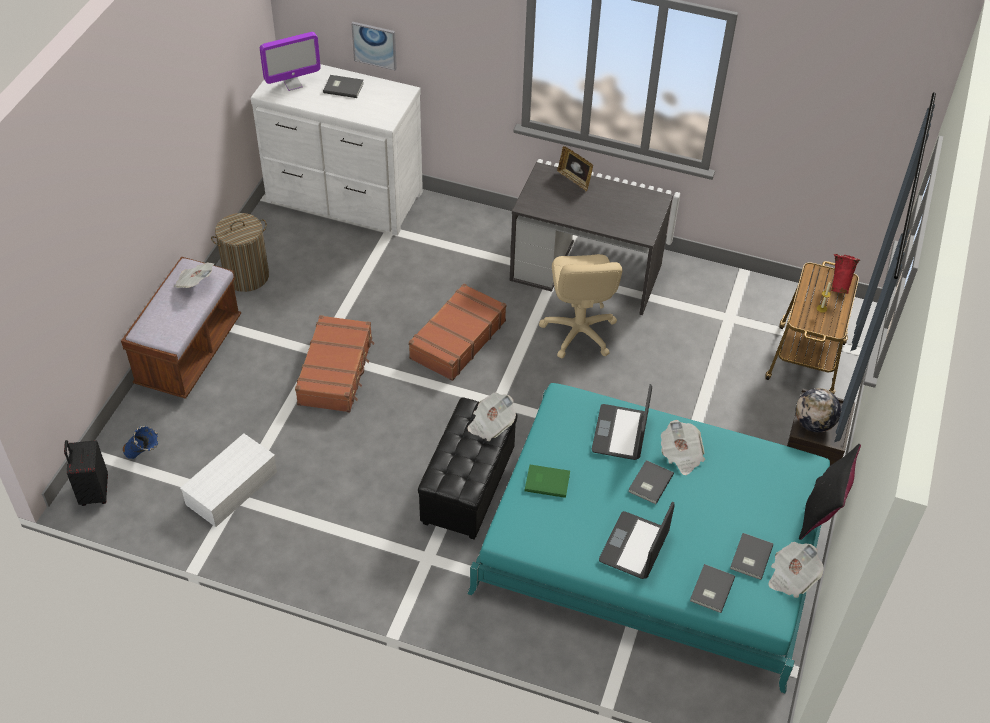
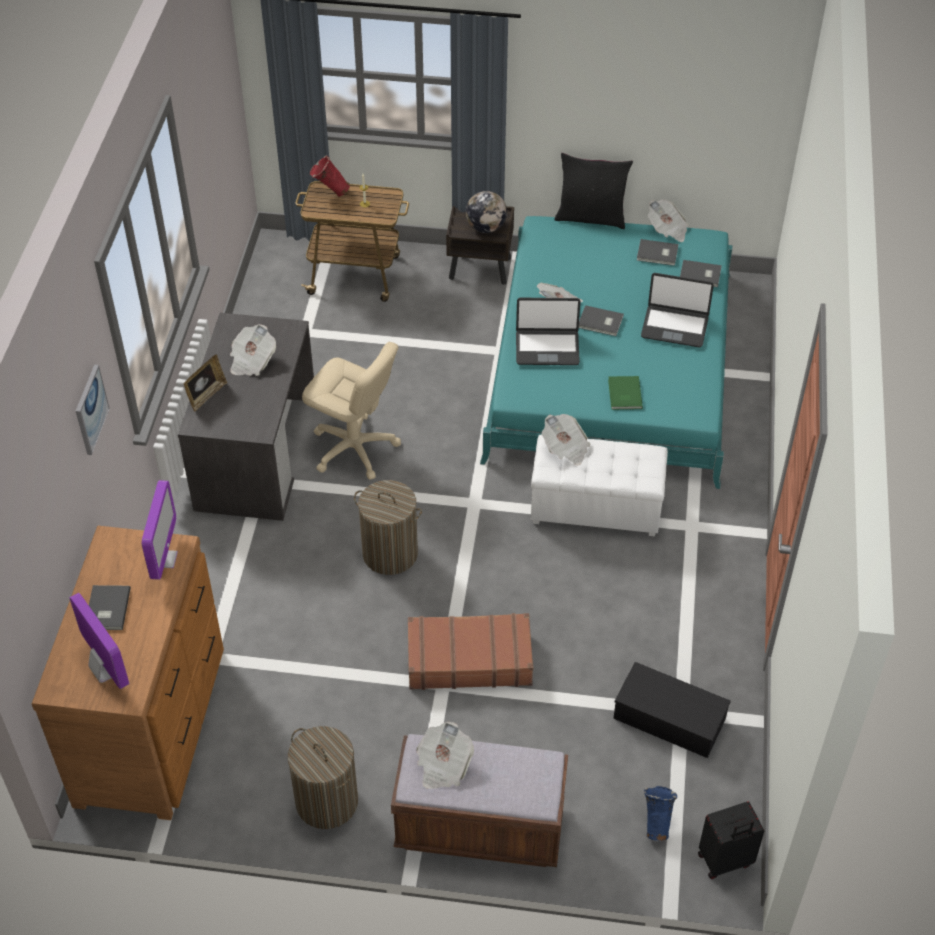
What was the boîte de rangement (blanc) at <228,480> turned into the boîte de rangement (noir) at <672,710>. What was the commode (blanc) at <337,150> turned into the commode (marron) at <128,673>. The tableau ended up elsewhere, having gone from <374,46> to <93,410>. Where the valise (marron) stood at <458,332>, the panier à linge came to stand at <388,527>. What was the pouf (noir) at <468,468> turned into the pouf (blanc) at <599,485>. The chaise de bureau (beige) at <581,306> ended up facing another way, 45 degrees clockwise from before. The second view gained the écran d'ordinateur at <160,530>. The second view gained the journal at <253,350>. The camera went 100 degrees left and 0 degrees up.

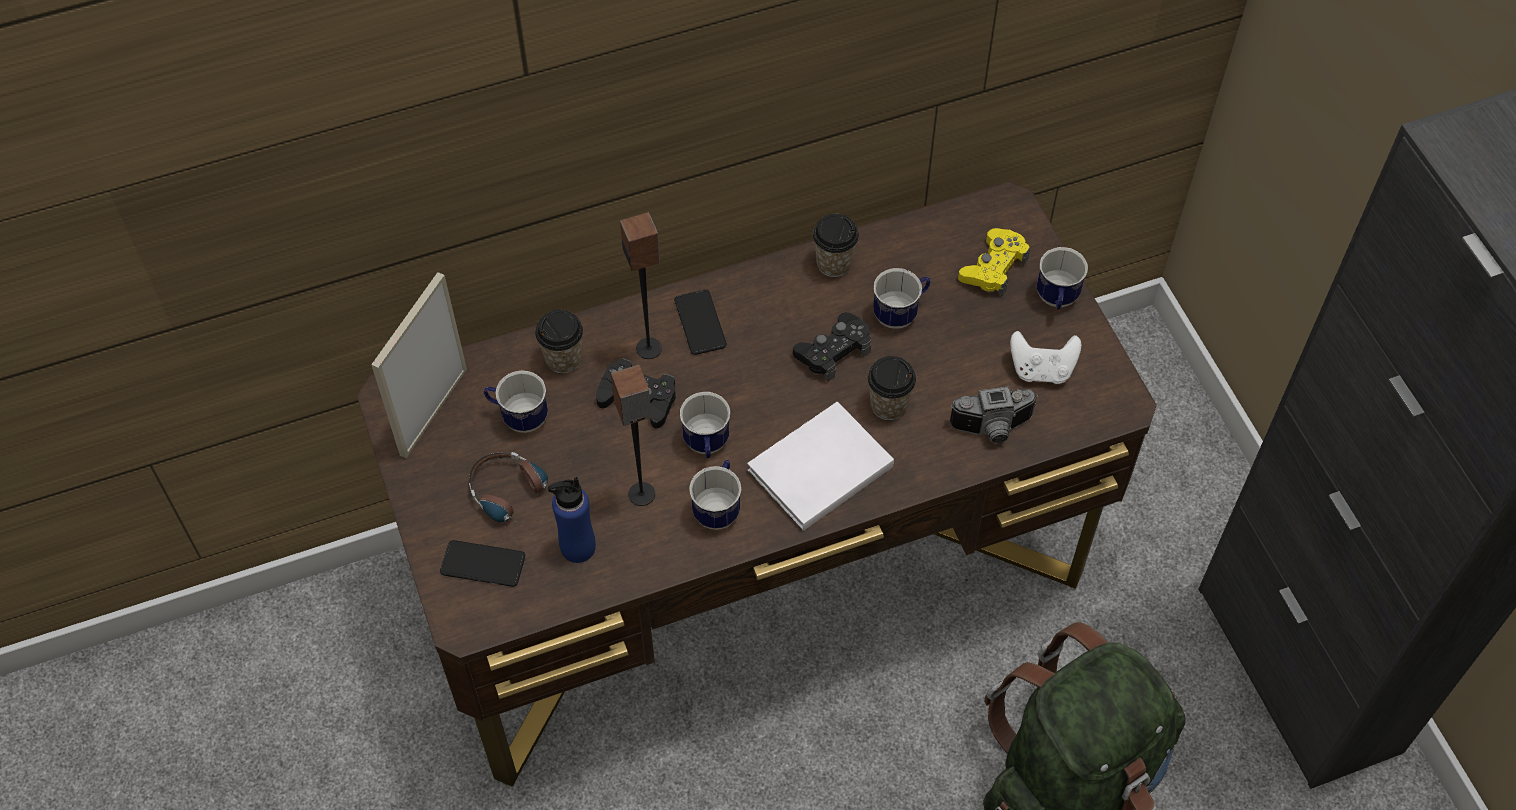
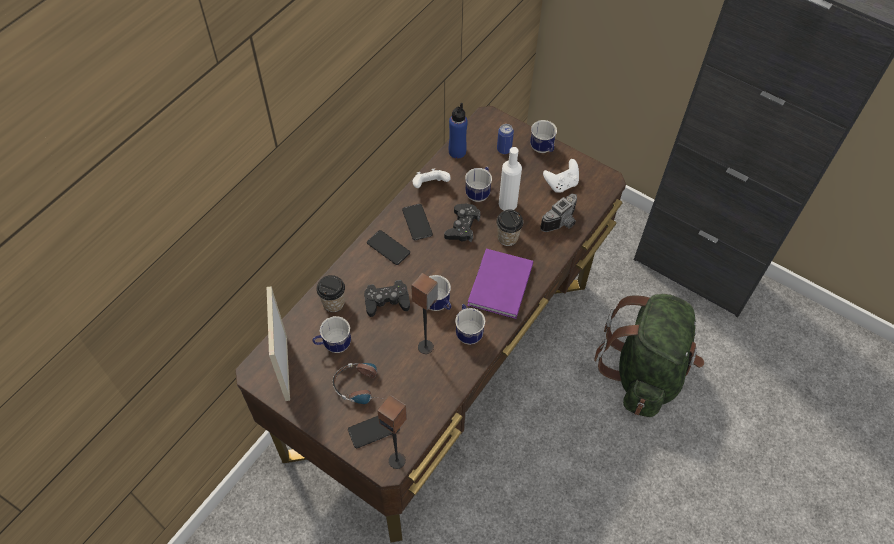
The bouteille (bleu) ended up elsewhere, having gone from <572,520> to <458,131>. The enceinte ended up elsewhere, having gone from <641,285> to <392,432>. What was the livre (blanc) at <820,466> turned into the livre (violet) at <500,284>. Where the tasse stood at <836,245>, the manette (blanc) came to stand at <432,178>. Where the manette (jaune) stood at <994,262>, the boîte métallique came to stand at <505,139>. The second view gained the téléphone at <417,222>. The second view gained the bouteille (blanc) at <510,179>. The camera went 35 degrees left and 0 degrees up.

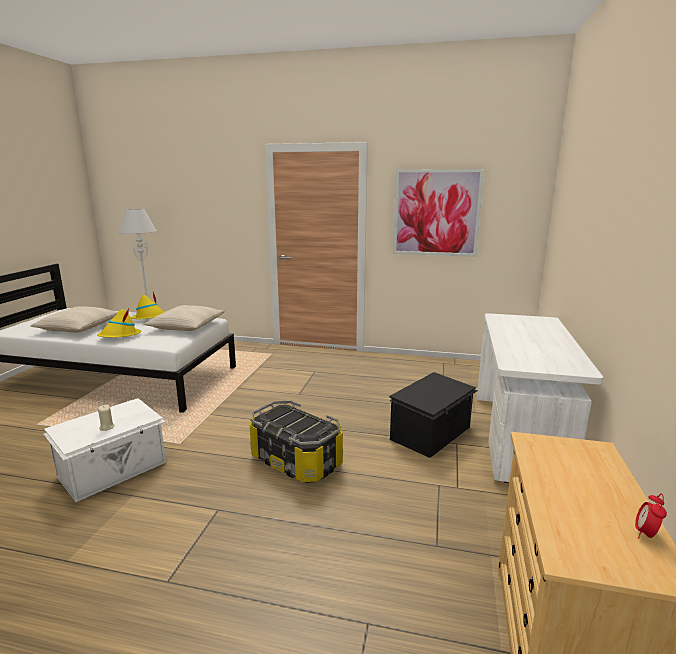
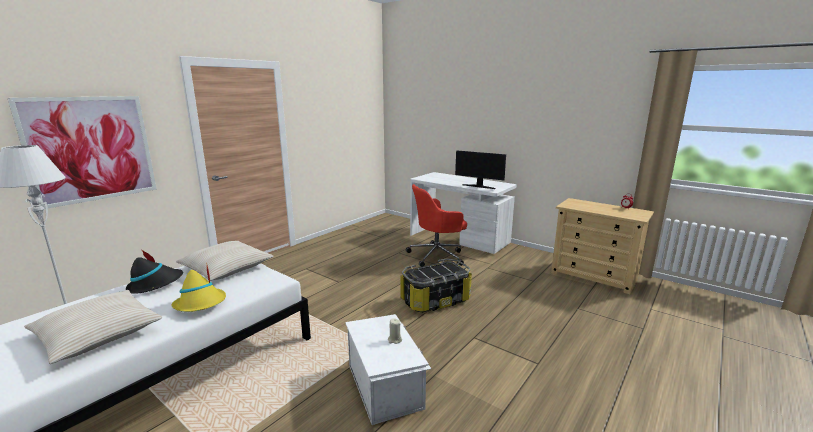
What was the chapeau (jaune) at <148,305> turned into the chapeau (noir) at <154,271>. Where the boîte de rangement (noir) stood at <433,415>, the chaise de bureau (rouge) came to stand at <436,225>. The tableau ended up elsewhere, having gone from <438,213> to <82,152>. The second view gained the écran d'ordinateur at <480,170>. The camera went 65 degrees left and 0 degrees up.

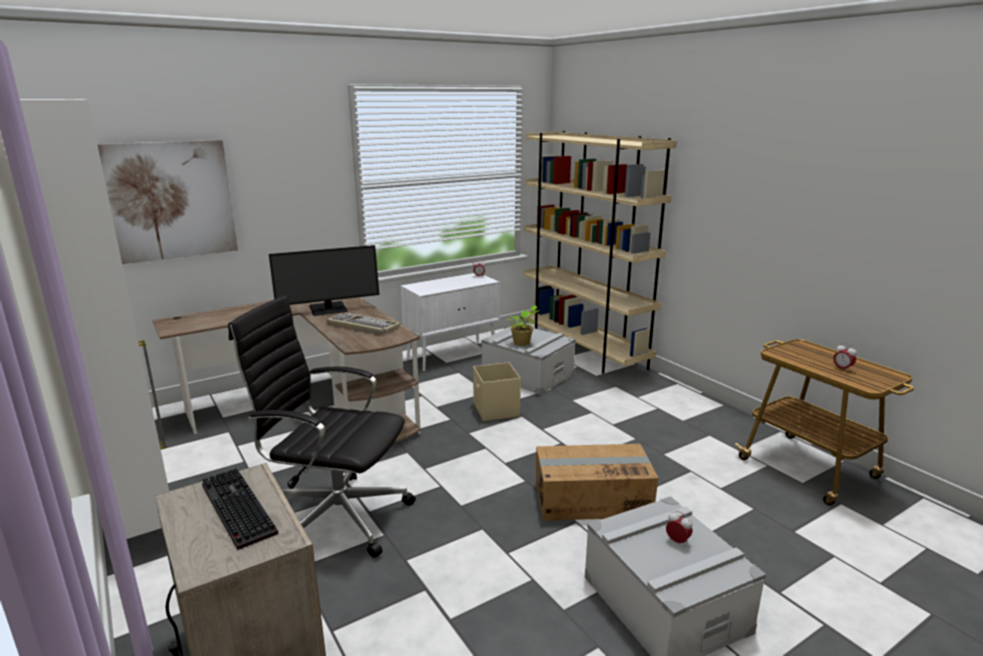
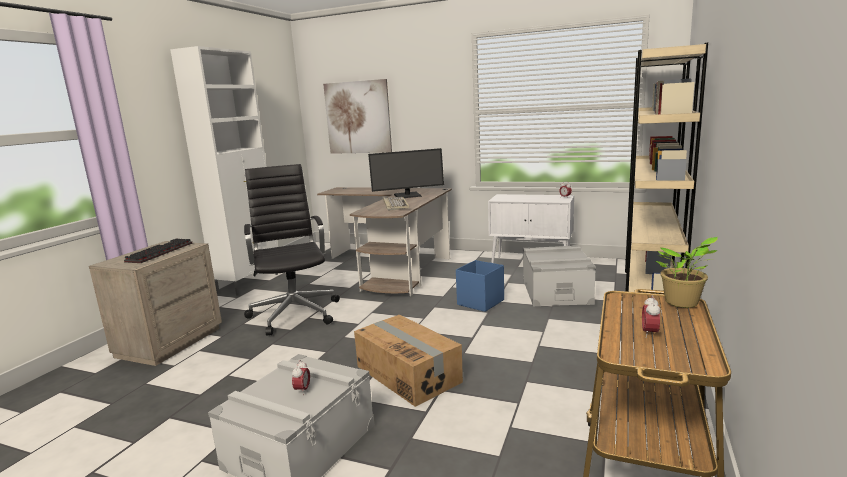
The écran d'ordinateur at <324,280> ended up facing another way, 45 degrees counterclockwise from before. What was the boîte de rangement (beige) at <497,391> turned into the boîte de rangement (bleu) at <480,286>. The plante en pot ended up elsewhere, having gone from <523,325> to <686,272>. The camera went 55 degrees right and 5 degrees down.

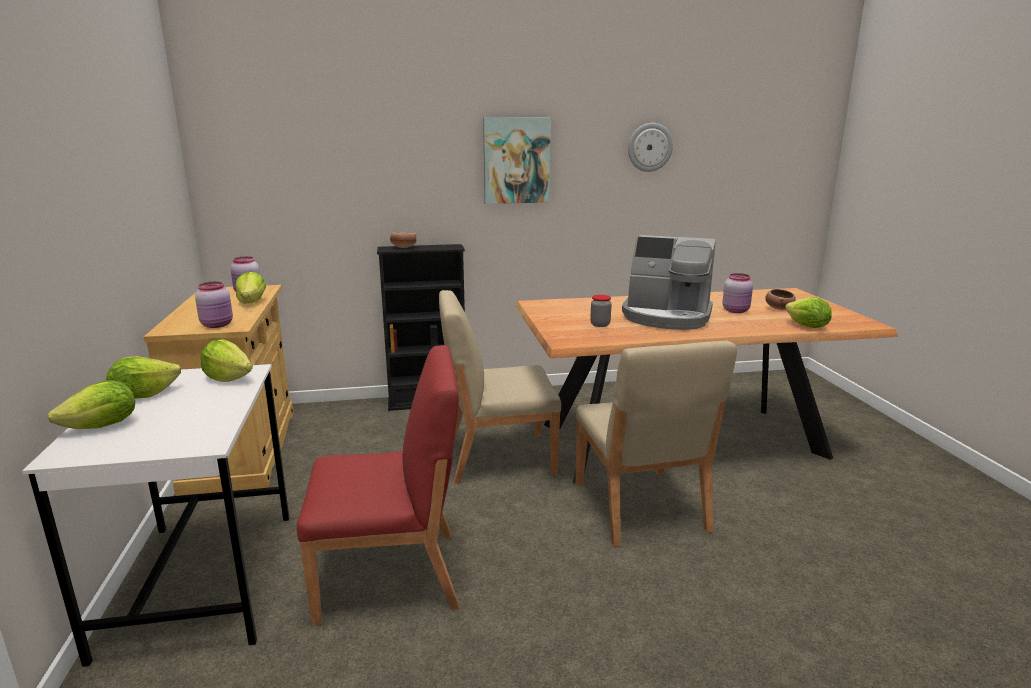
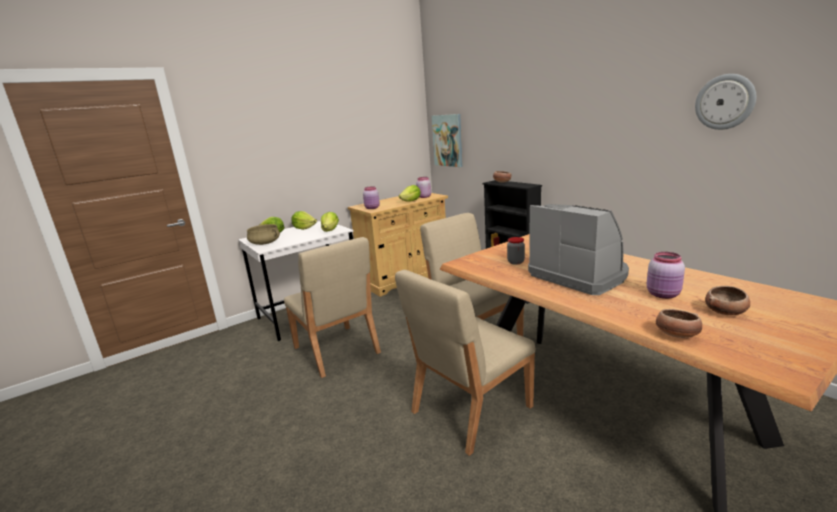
What was the chaise (rouge) at <378,485> turned into the chaise (beige) at <332,307>. The tableau ended up elsewhere, having gone from <517,160> to <447,140>. The machine à café at <669,282> ended up facing another way, 150 degrees clockwise from before. Where the laitue stood at <808,312>, the bol came to stand at <679,323>. The second view gained the marmite (beige) at <263,234>. The camera went 65 degrees right and 0 degrees up.

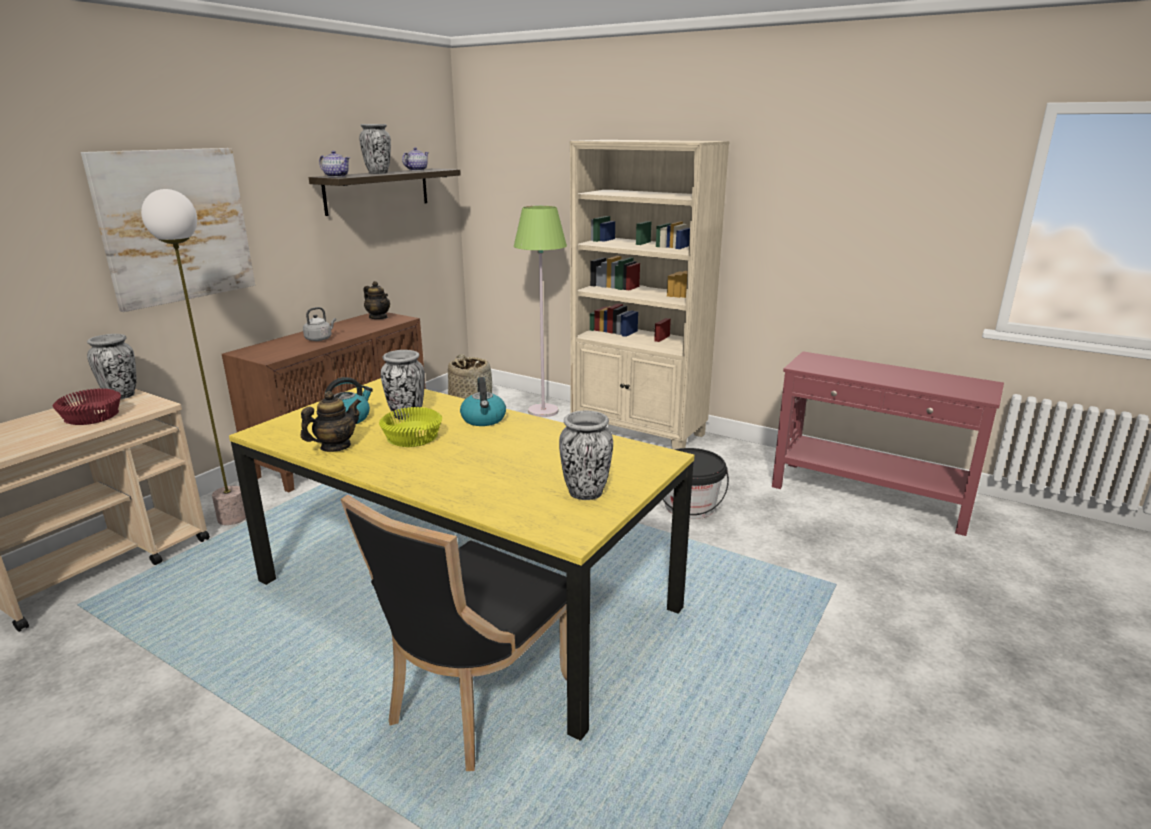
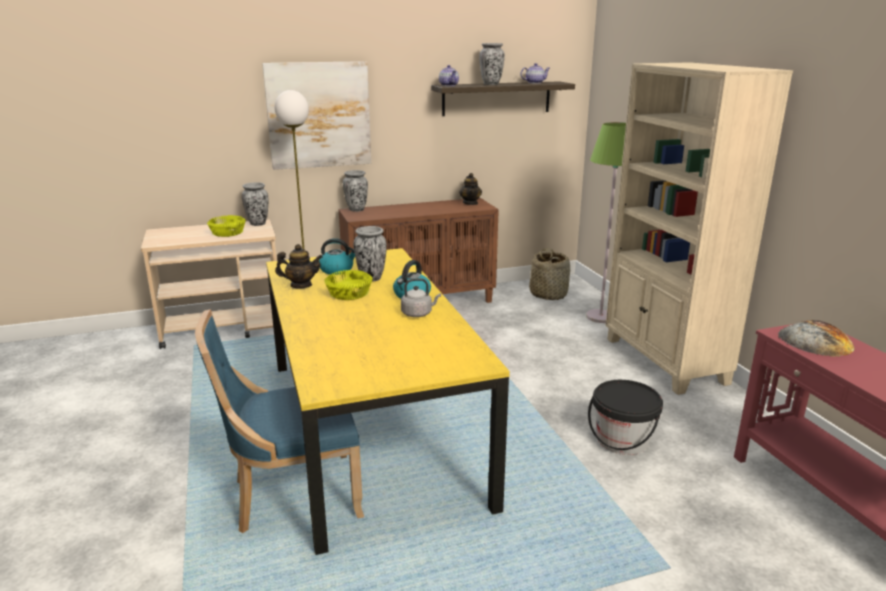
What was the bol (rouge) at <87,406> turned into the bol (jaune) at <226,226>. The bouilloire (gris) ended up elsewhere, having gone from <319,324> to <421,297>. What was the chaise (noir) at <453,632> turned into the chaise (bleu) at <279,421>. The vase ended up elsewhere, having gone from <586,455> to <355,191>. The second view gained the pain at <816,338>. The camera went 40 degrees right and 0 degrees up.

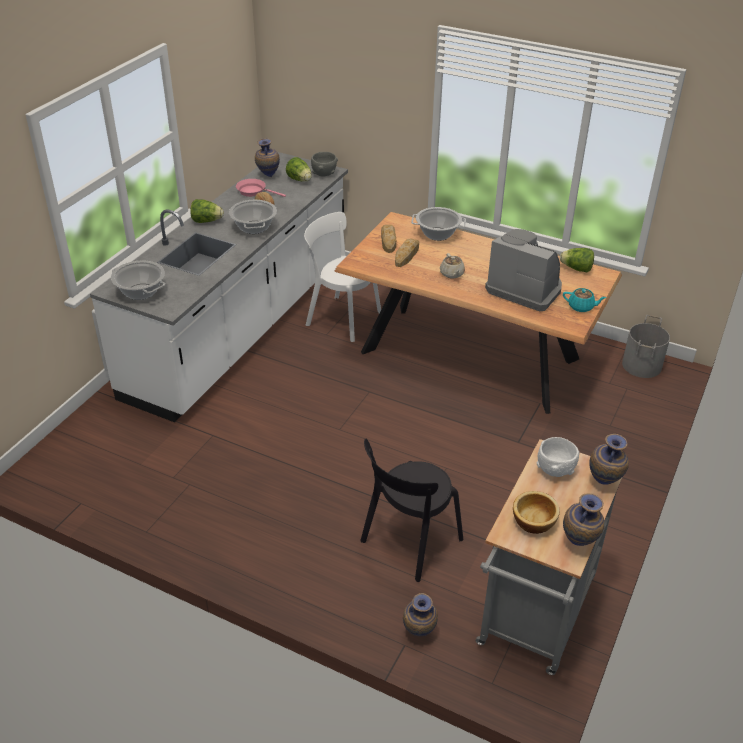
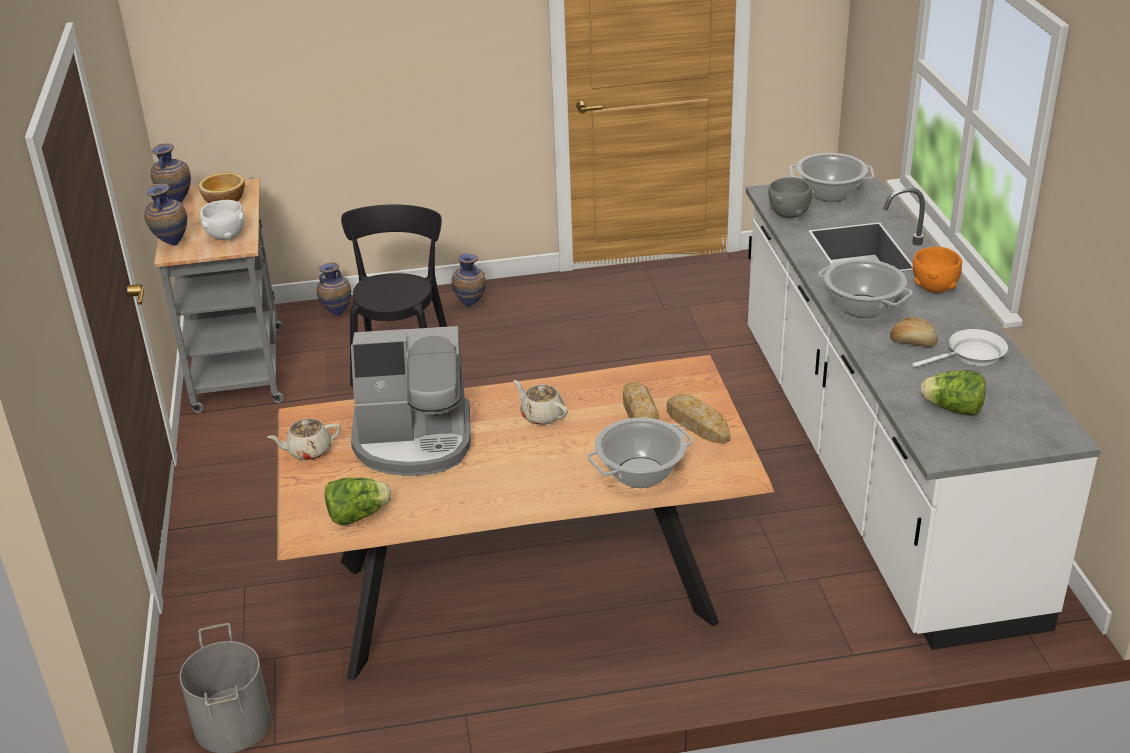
Where the laitue stood at <207,211>, the bol (orange) came to stand at <937,270>. What was the poêle (rose) at <261,188> turned into the poêle (blanc) at <960,348>. The vase ended up elsewhere, having gone from <267,157> to <469,280>. The second view lost the chaise (blanc) at <342,277>. The bol (gris) ended up elsewhere, having gone from <324,164> to <791,197>. What was the théière (turquoise) at <585,300> turned into the théière (beige) at <304,439>. The camera went 145 degrees right and 5 degrees down.

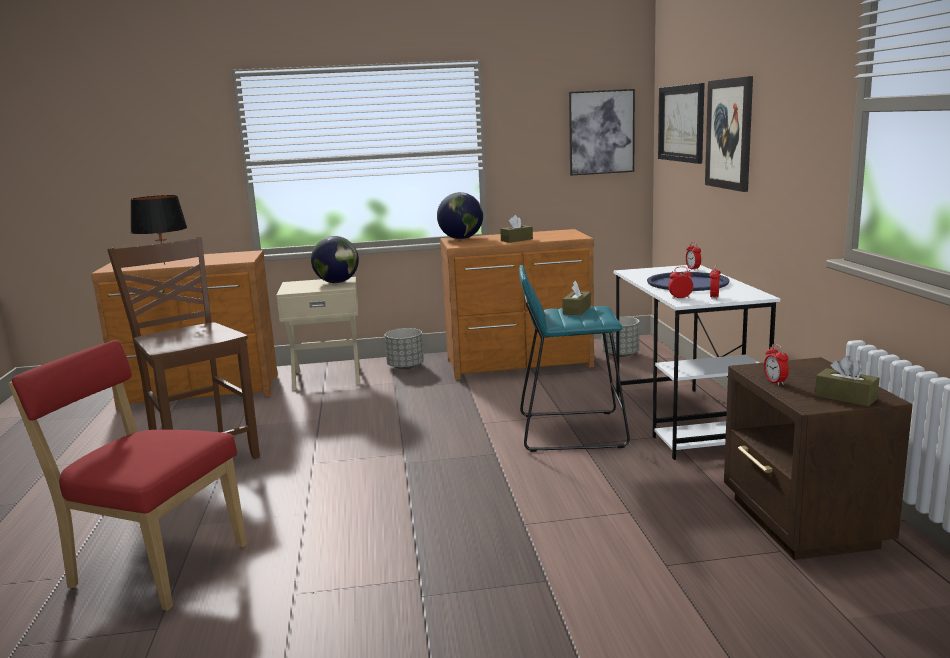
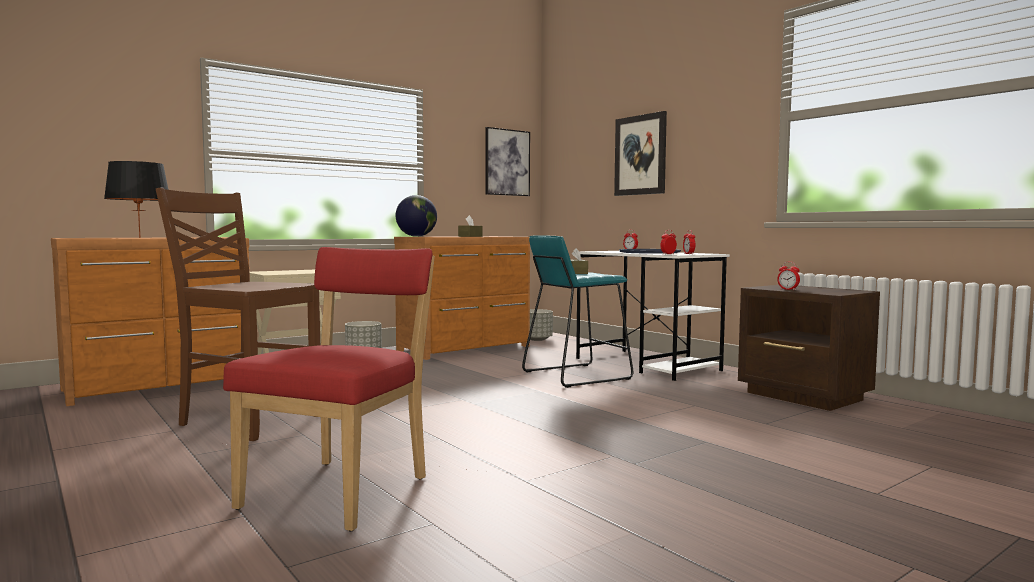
The chaise (rouge) at <127,475> ended up facing another way, 120 degrees clockwise from before. The second view lost the globe at <335,259>. The second view lost the tableau at <681,123>. The second view lost the boîte à mouchoirs (marron) at <847,381>. The camera went 30 degrees left and 10 degrees down.

